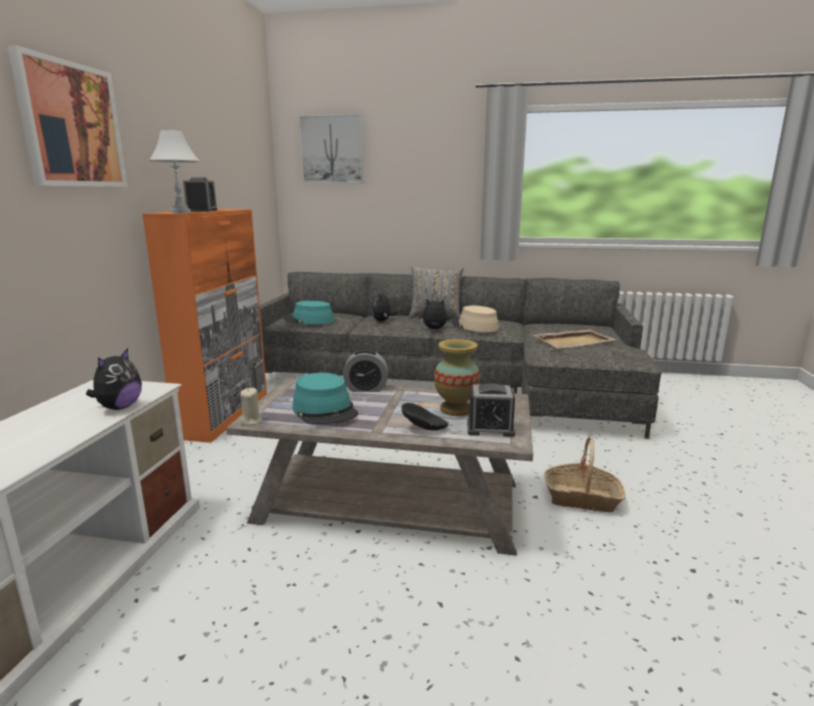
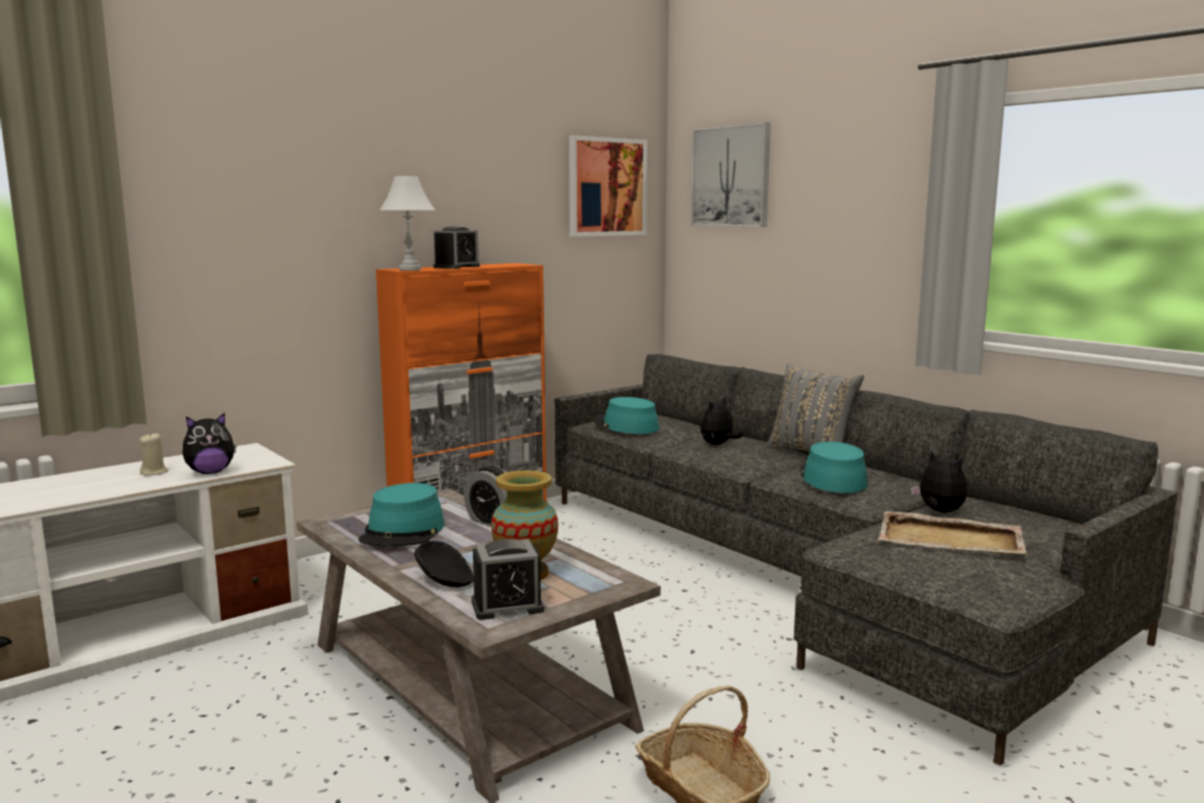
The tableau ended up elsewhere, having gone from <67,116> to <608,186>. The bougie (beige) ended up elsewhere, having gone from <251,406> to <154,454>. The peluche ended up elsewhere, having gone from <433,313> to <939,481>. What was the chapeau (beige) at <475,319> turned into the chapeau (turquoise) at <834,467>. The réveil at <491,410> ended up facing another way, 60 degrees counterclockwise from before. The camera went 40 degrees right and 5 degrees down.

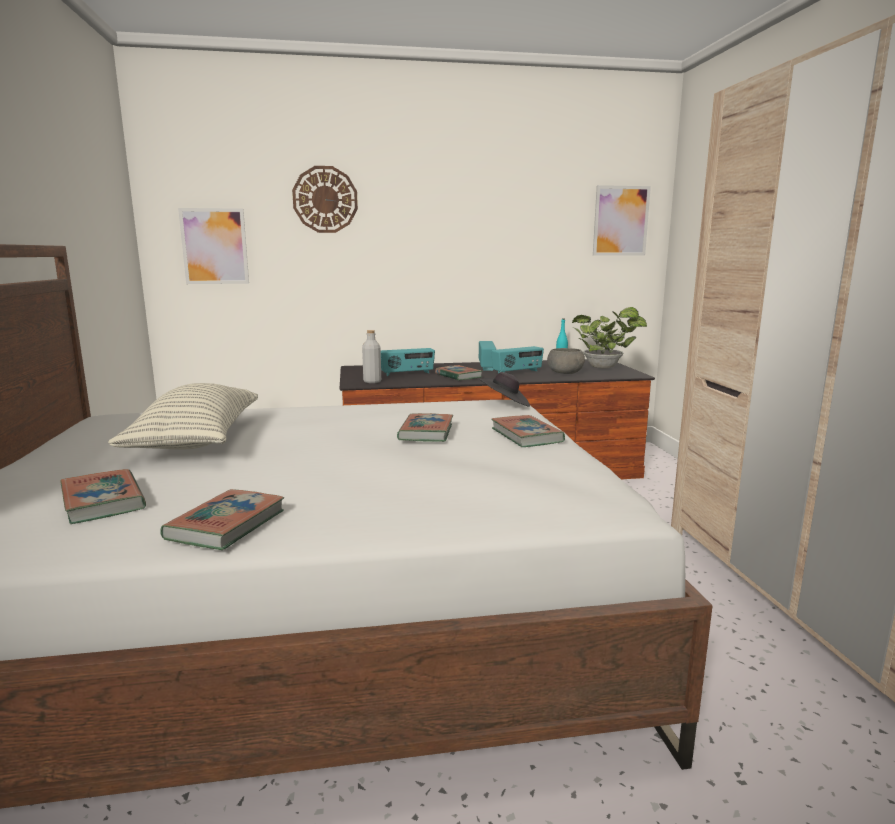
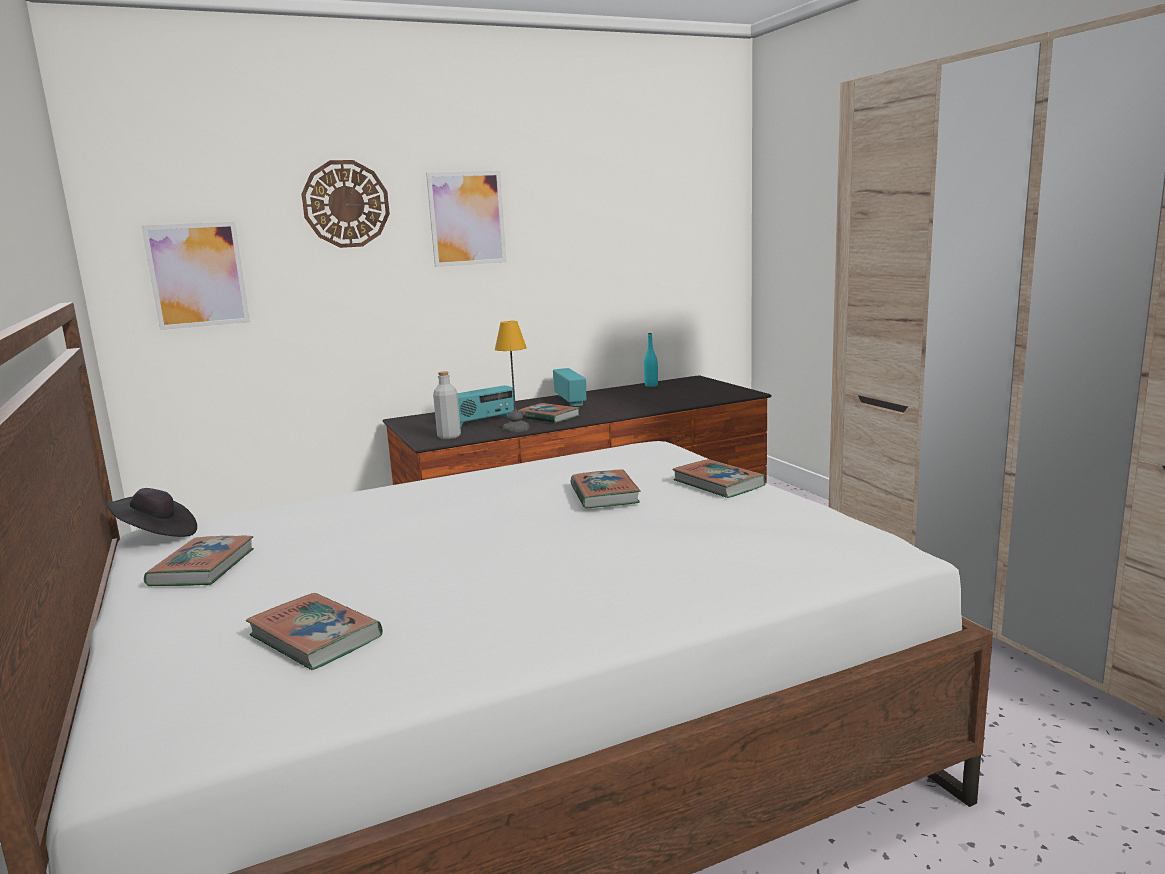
The second view lost the coussin at <183,416>. The livre ended up elsewhere, having gone from <222,519> to <199,561>. The chapeau (noir) ended up elsewhere, having gone from <504,389> to <152,512>. The second view lost the radio at <517,360>. The second view lost the bol (gris) at <566,361>. The second view lost the plante en pot at <609,338>. The tableau ended up elsewhere, having gone from <622,220> to <466,219>. The second view gained the lampe de table at <512,376>. The camera went 15 degrees left and 0 degrees up.

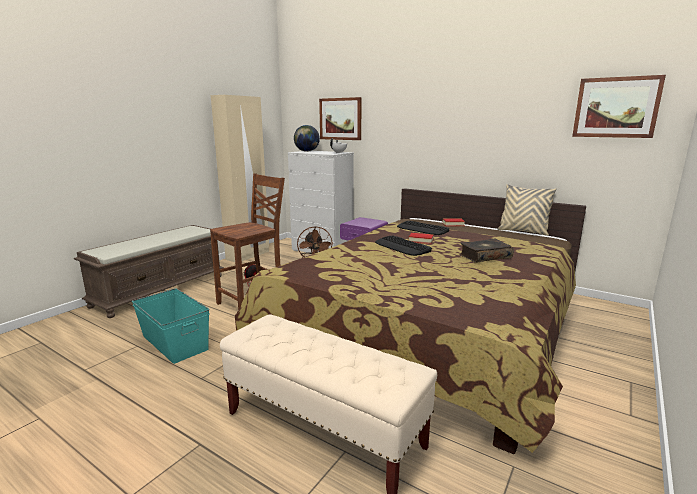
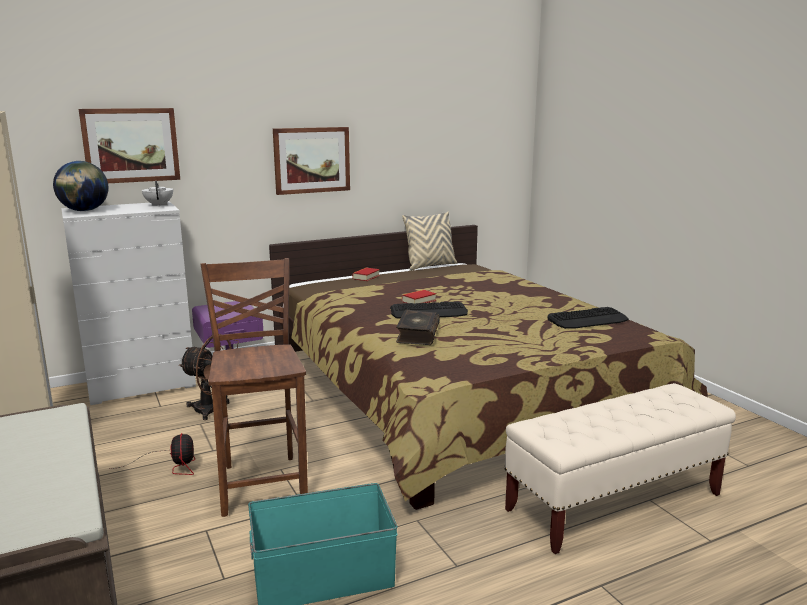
The clavier ended up elsewhere, having gone from <423,228> to <588,318>. The livre ended up elsewhere, having gone from <486,250> to <418,327>. The tableau ended up elsewhere, having gone from <619,106> to <311,161>. The camera went 60 degrees left and 0 degrees up.

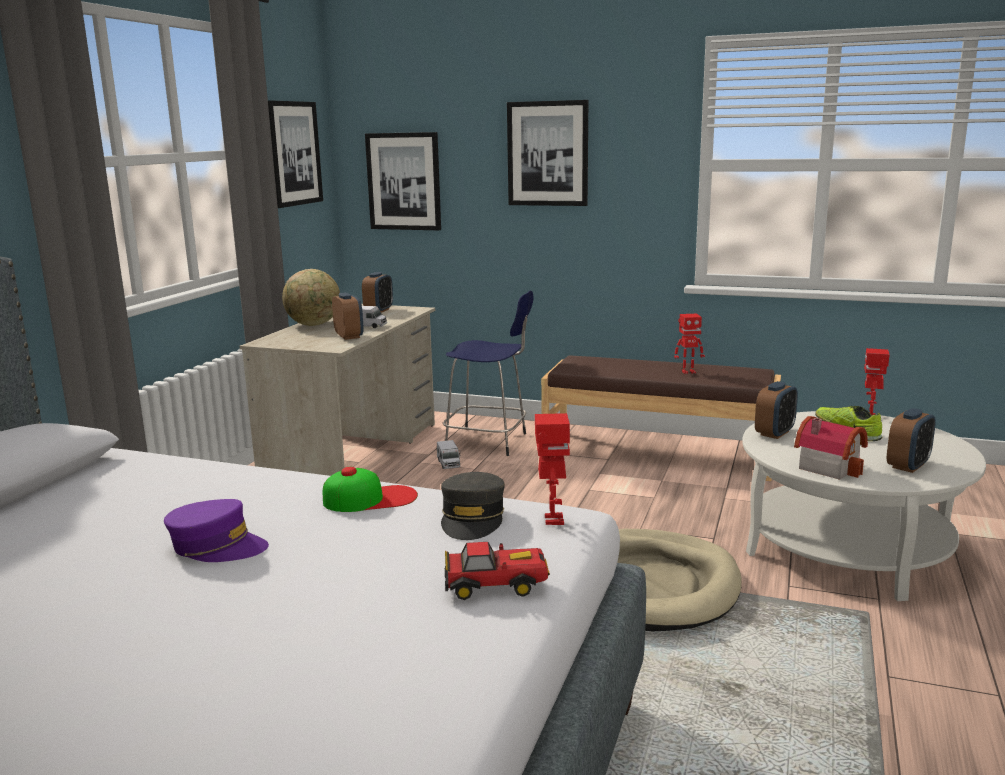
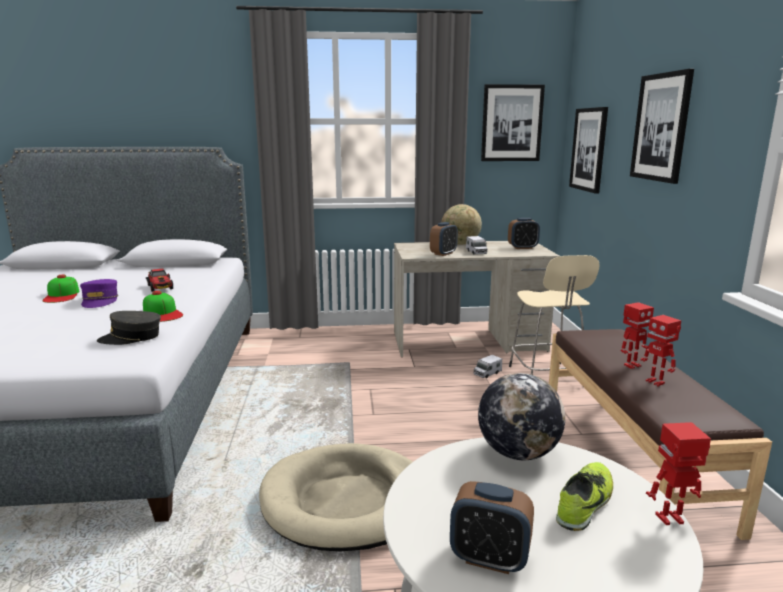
What was the tabouret (bleu) at <488,373> turned into the tabouret (beige) at <554,315>. The petite voiture ended up elsewhere, having gone from <497,571> to <159,280>. The robot jouet ended up elsewhere, having gone from <552,469> to <637,335>. Where the réveil stood at <776,410>, the globe came to stand at <521,416>. The second view lost the maison miniature at <831,448>. The second view gained the casquette at <60,289>. The camera went 65 degrees right and 0 degrees up.

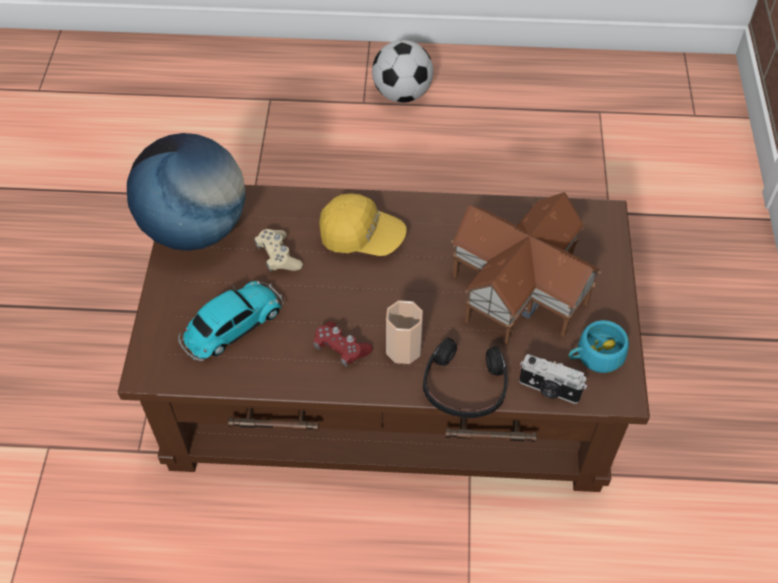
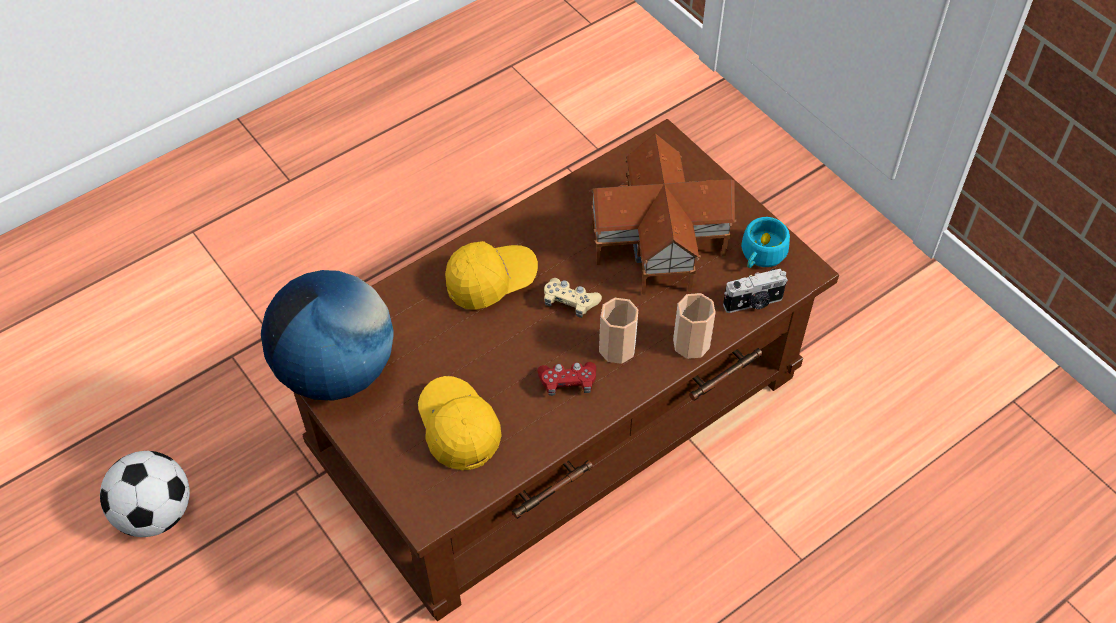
Where the petite voiture stood at <231,321>, the casquette (jaune) came to stand at <460,423>. The manette (beige) ended up elsewhere, having gone from <278,250> to <573,298>. The ballon de foot ended up elsewhere, having gone from <402,71> to <145,494>. Where the casque audio (noir) stood at <465,377>, the tasse came to stand at <694,326>. The camera went 40 degrees left and 0 degrees up.

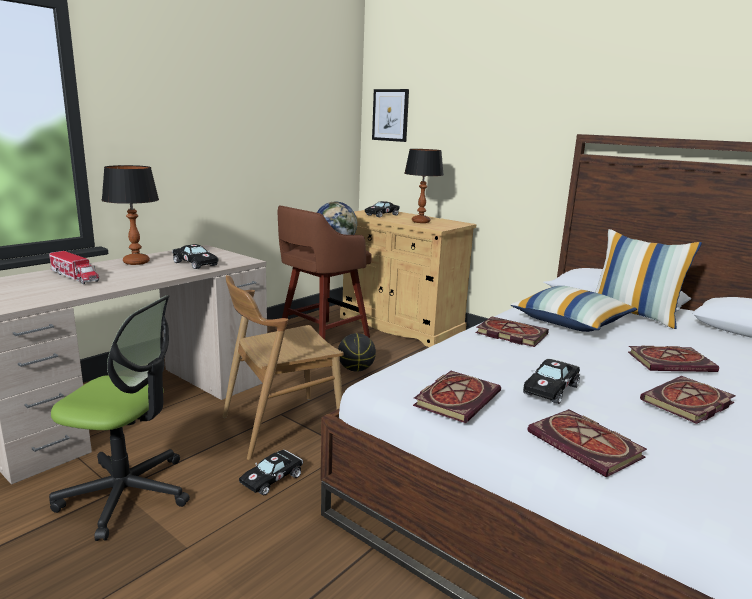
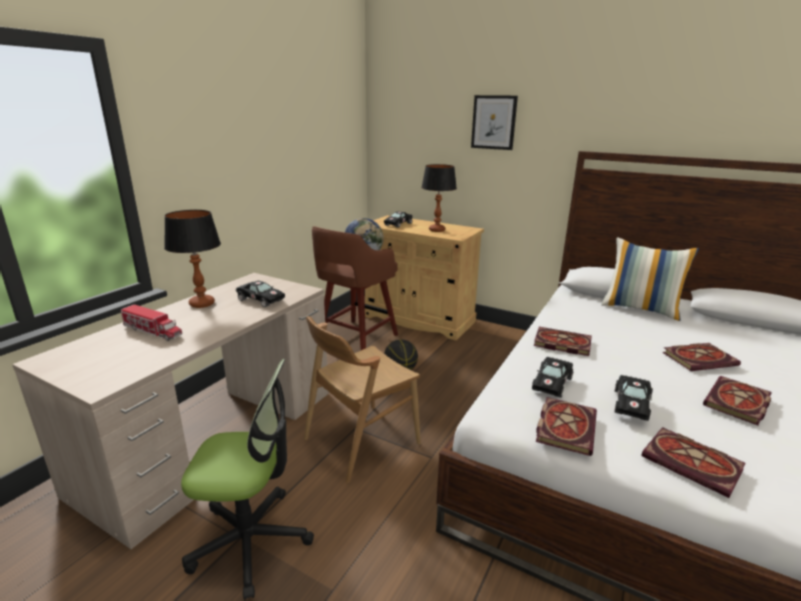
The petite voiture (noir) ended up elsewhere, having gone from <271,472> to <553,377>. The tableau ended up elsewhere, having gone from <390,115> to <494,122>. The second view lost the coussin at <573,309>. The camera went 10 degrees left and 5 degrees up.

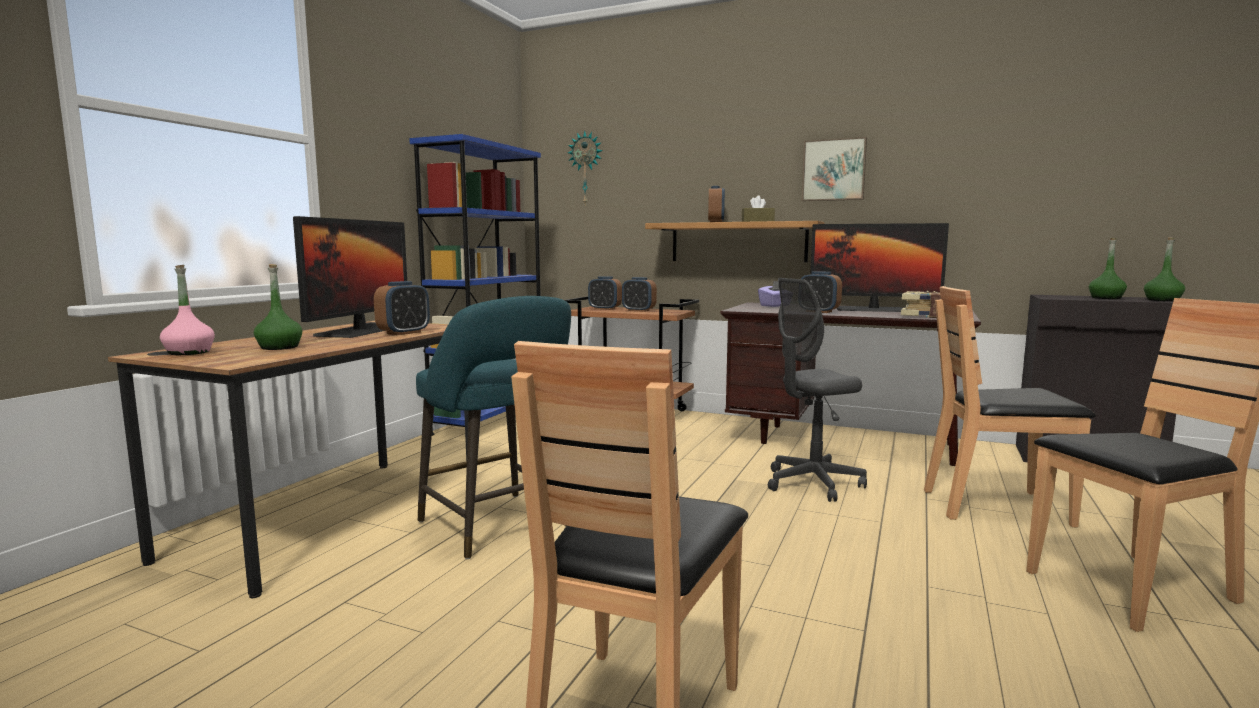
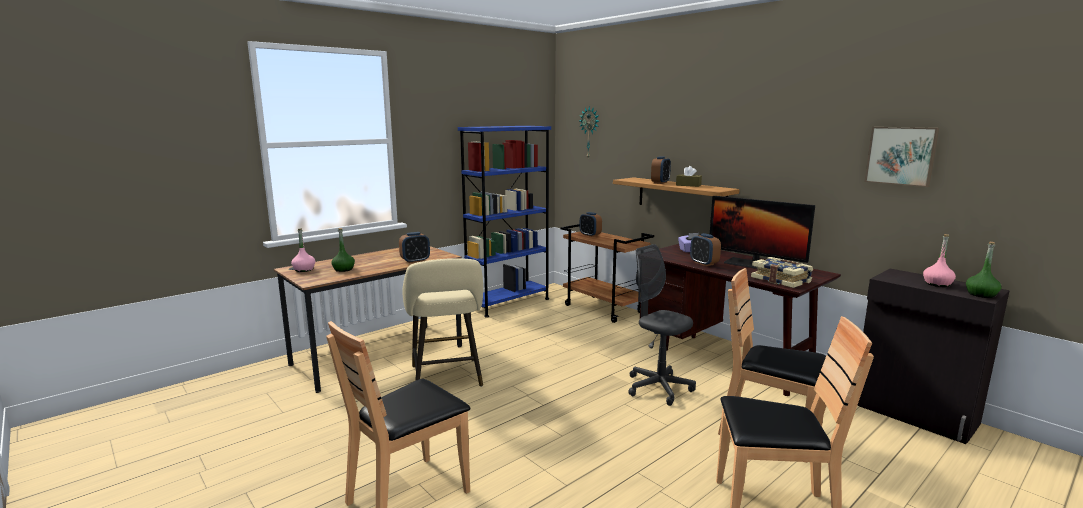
The second view lost the écran d'ordinateur at <350,277>. What was the tabouret (turquoise) at <493,427> turned into the tabouret (beige) at <442,322>. The second view lost the réveil at <639,294>. The chaise de bureau (gris) at <817,390> ended up facing another way, 45 degrees clockwise from before. The tableau ended up elsewhere, having gone from <834,169> to <901,157>. What was the bouteille (vert) at <1108,268> turned into the bouteille (rose) at <939,260>. The camera went 25 degrees right and 5 degrees up.

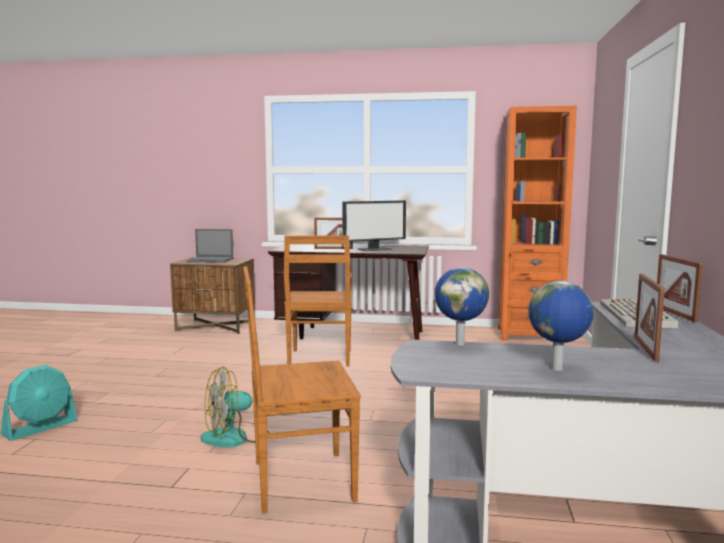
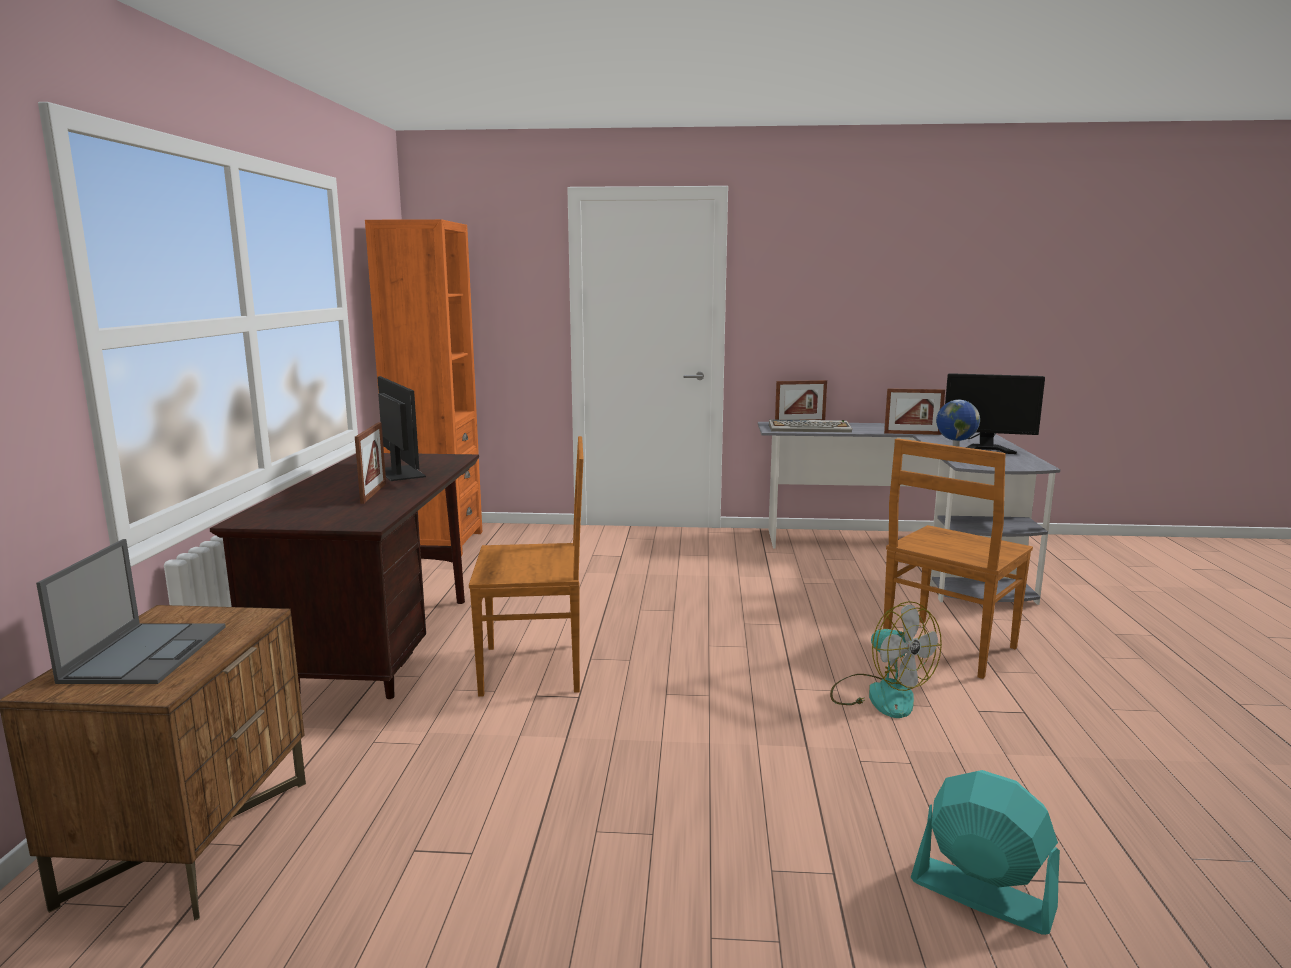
The chaise (marron) at <302,390> ended up facing another way, 60 degrees clockwise from before. Where the globe stood at <561,326>, the écran d'ordinateur came to stand at <995,413>. The camera went 95 degrees left and 5 degrees up.

